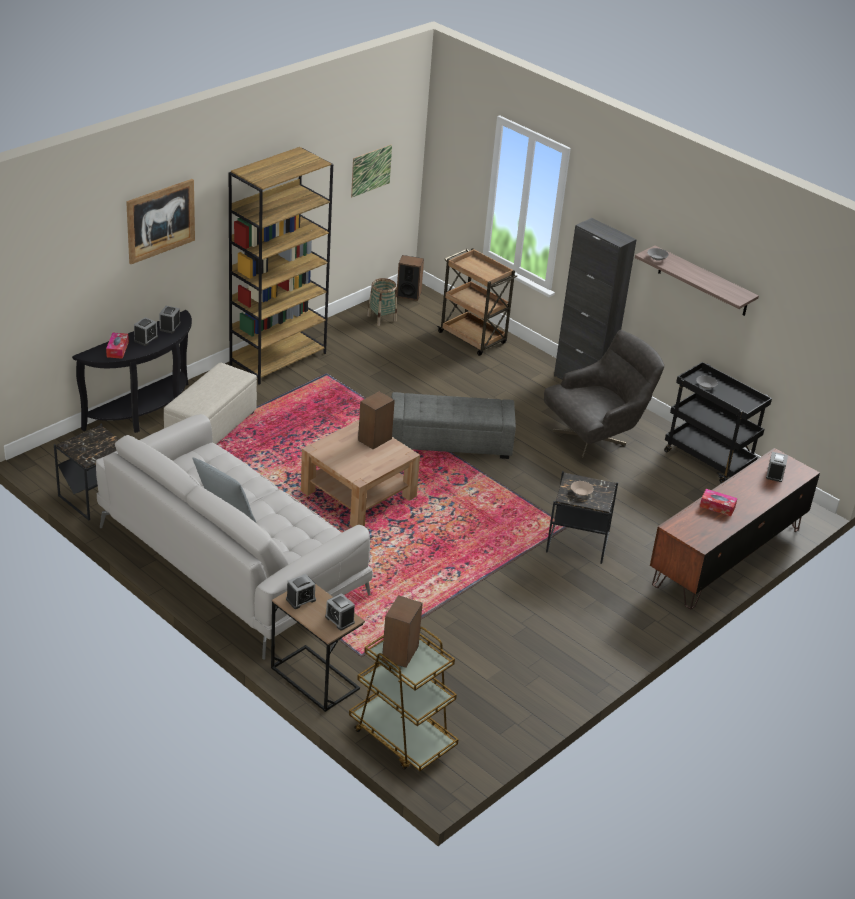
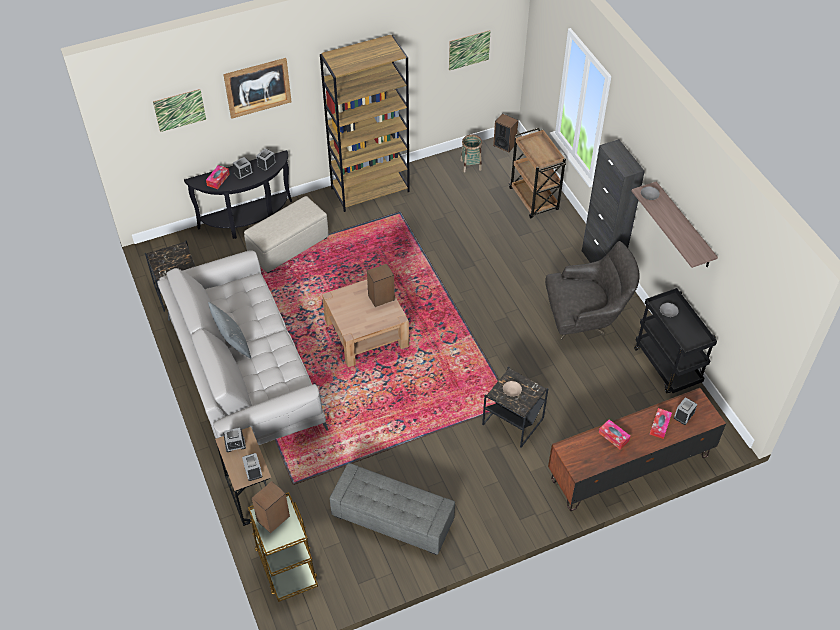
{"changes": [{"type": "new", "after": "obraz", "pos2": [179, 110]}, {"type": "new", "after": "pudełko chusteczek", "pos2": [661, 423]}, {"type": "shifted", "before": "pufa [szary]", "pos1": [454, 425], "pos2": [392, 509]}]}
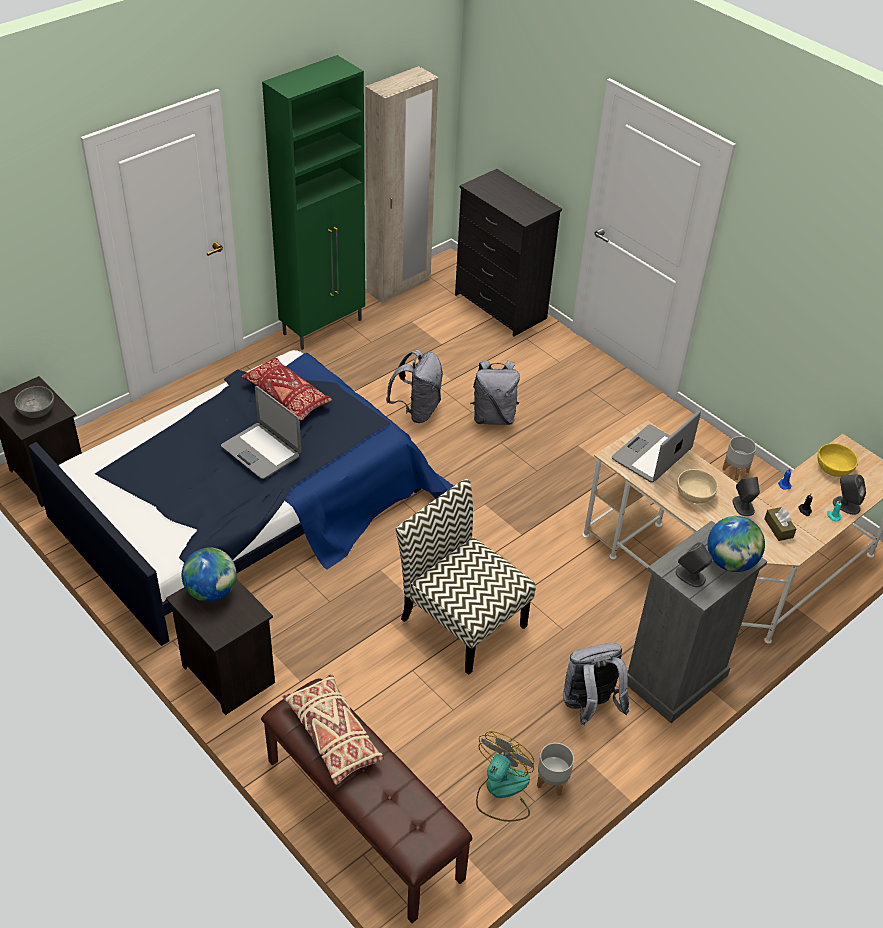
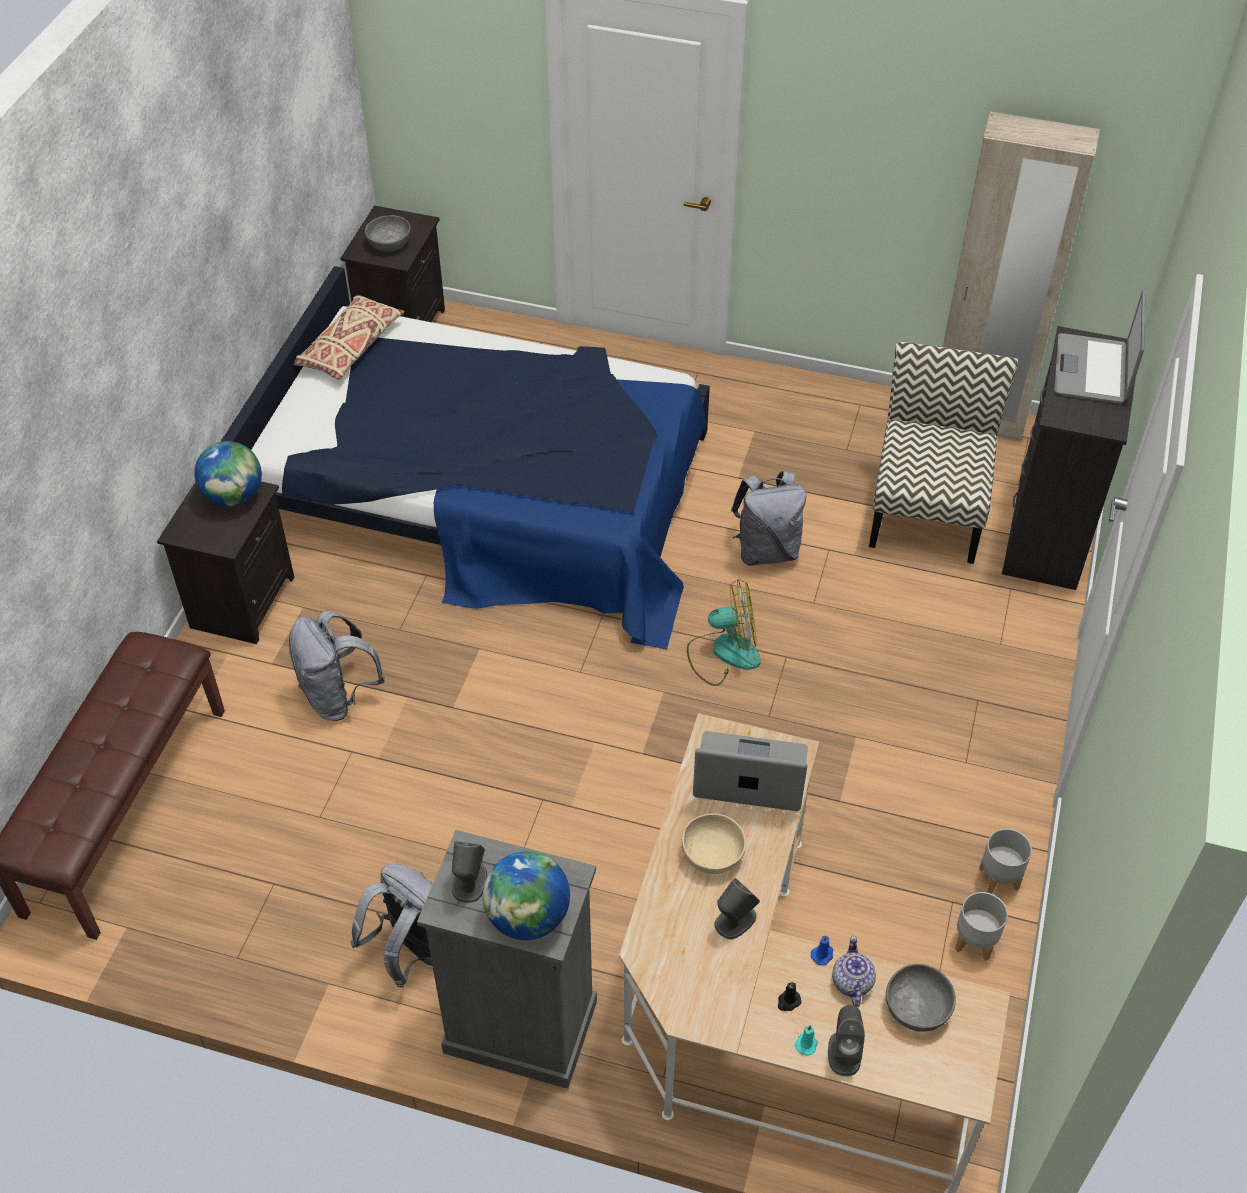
{"changes": [{"type": "gone", "before": "poduszka [czerwony]", "pos1": [287, 389]}, {"type": "gone", "before": "szafka [zielony]", "pos1": [313, 202]}, {"type": "gone", "before": "pudełko chusteczek [brązowy]", "pos1": [780, 524]}, {"type": "new", "after": "imbryk", "pos2": [854, 971]}, {"type": "shifted", "before": "laptop", "pos1": [261, 432], "pos2": [1100, 347]}, {"type": "shifted", "before": "poduszka [beżowy]", "pos1": [333, 729], "pos2": [349, 337]}, {"type": "shifted", "before": "krzesło", "pos1": [466, 577], "pos2": [943, 453]}, {"type": "shifted", "before": "plecak [szary]", "pos1": [495, 392], "pos2": [337, 666]}, {"type": "shifted", "before": "wentylator", "pos1": [505, 776], "pos2": [724, 632]}, {"type": "shifted", "before": "donica [szary]", "pos1": [555, 769], "pos2": [1005, 861]}, {"type": "repainted", "before": "miska [żółty]", "after": "miska [szary]", "pos1": [837, 460], "pos2": [921, 998]}]}
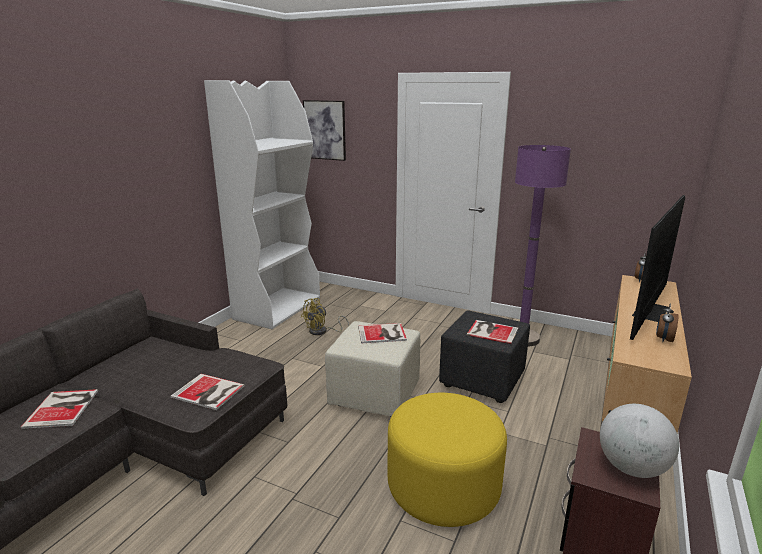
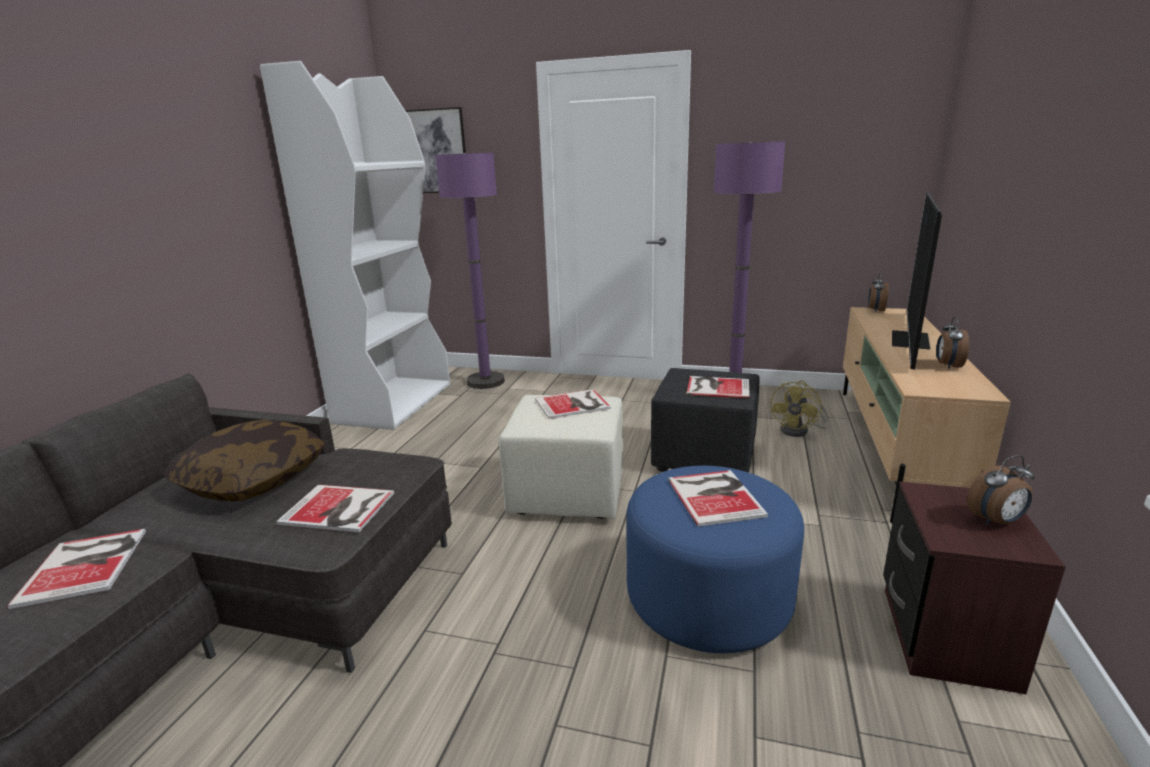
{"changes": [{"type": "new", "after": "poduszka", "pos2": [244, 460]}, {"type": "new", "after": "lampa stojąca [fioletowy]", "pos2": [470, 271]}, {"type": "new", "after": "książka", "pos2": [718, 498]}, {"type": "shifted", "before": "wentylator [żółty]", "pos1": [325, 316], "pos2": [799, 408]}, {"type": "swapped", "before": "globus", "after": "budzik", "pos1": [639, 441], "pos2": [1001, 490]}, {"type": "repainted", "before": "pufa [żółty]", "after": "pufa [niebieski]", "pos1": [447, 460], "pos2": [715, 559]}]}
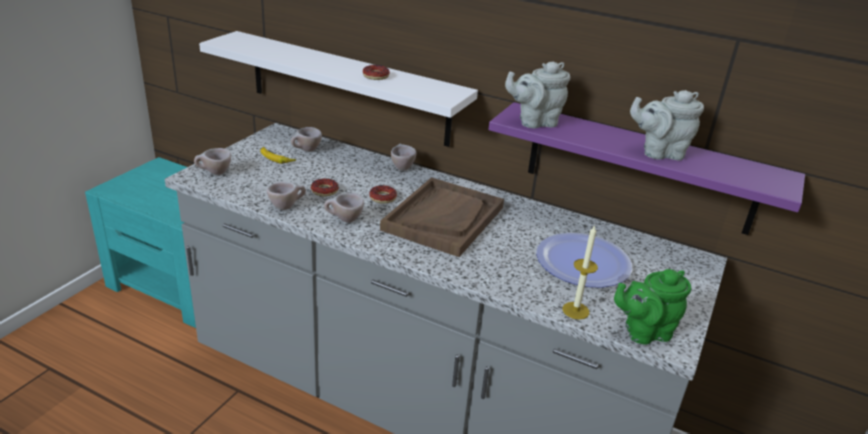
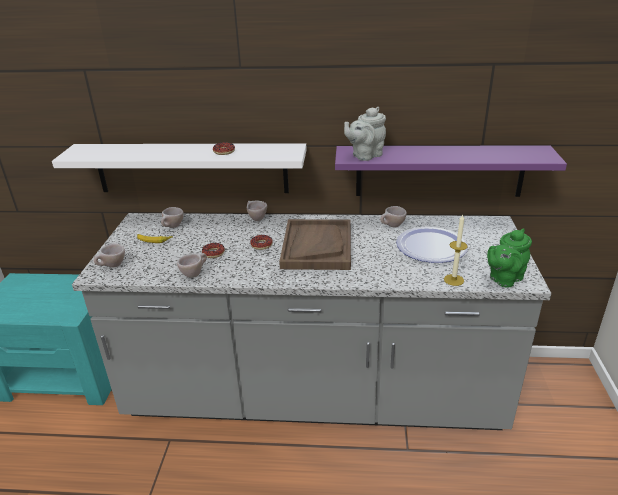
{"changes": [{"type": "gone", "before": "imbryk [szary]", "pos1": [667, 125]}, {"type": "shifted", "before": "filiżanka [beżowy]", "pos1": [344, 208], "pos2": [393, 216]}]}
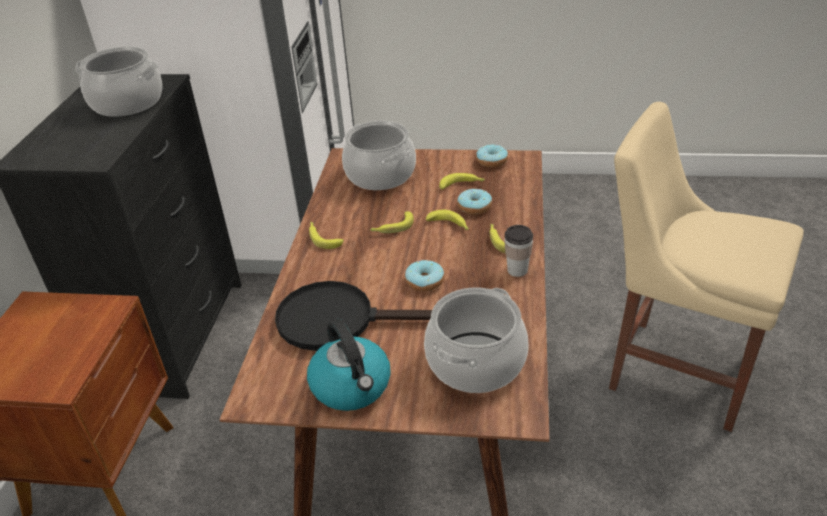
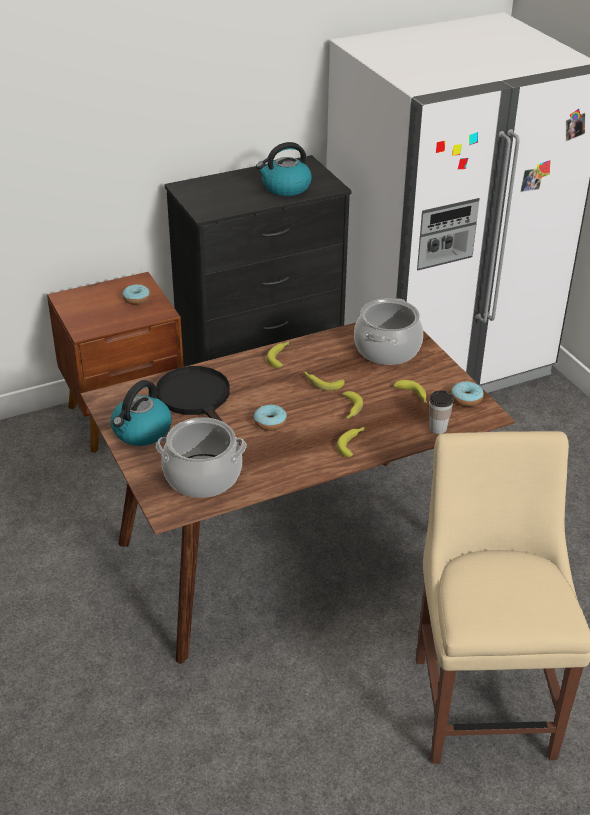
{"changes": [{"type": "shifted", "before": "donut", "pos1": [474, 202], "pos2": [136, 294]}, {"type": "shifted", "before": "filiżanka", "pos1": [518, 251], "pos2": [441, 412]}, {"type": "swapped", "before": "garnek", "after": "czajnik", "pos1": [118, 81], "pos2": [284, 169]}]}
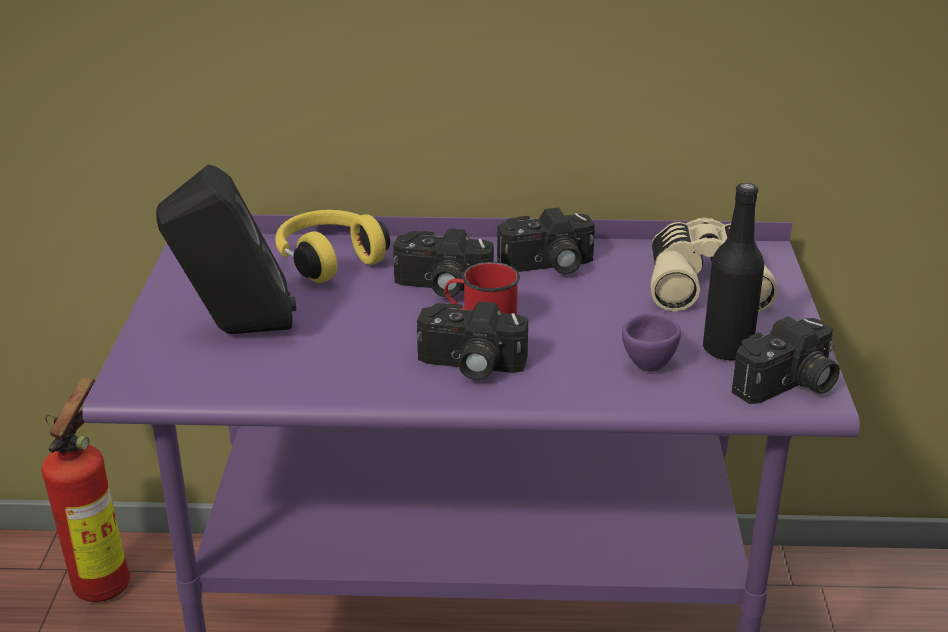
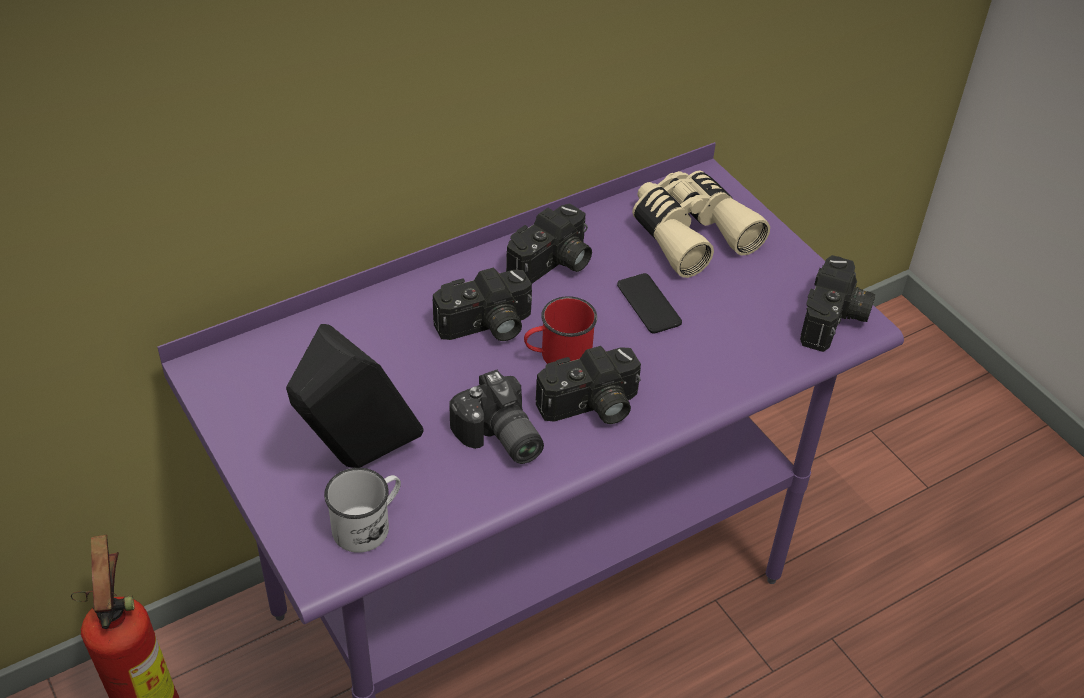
{"changes": [{"type": "gone", "before": "słuchawki [żółty]", "pos1": [332, 246]}, {"type": "gone", "before": "filiżanka [fioletowy]", "pos1": [651, 340]}, {"type": "gone", "before": "butelka [czarny]", "pos1": [733, 272]}, {"type": "new", "after": "kubek [biały]", "pos2": [362, 510]}, {"type": "new", "after": "aparat fotograficzny", "pos2": [496, 416]}, {"type": "new", "after": "telefon", "pos2": [649, 303]}]}
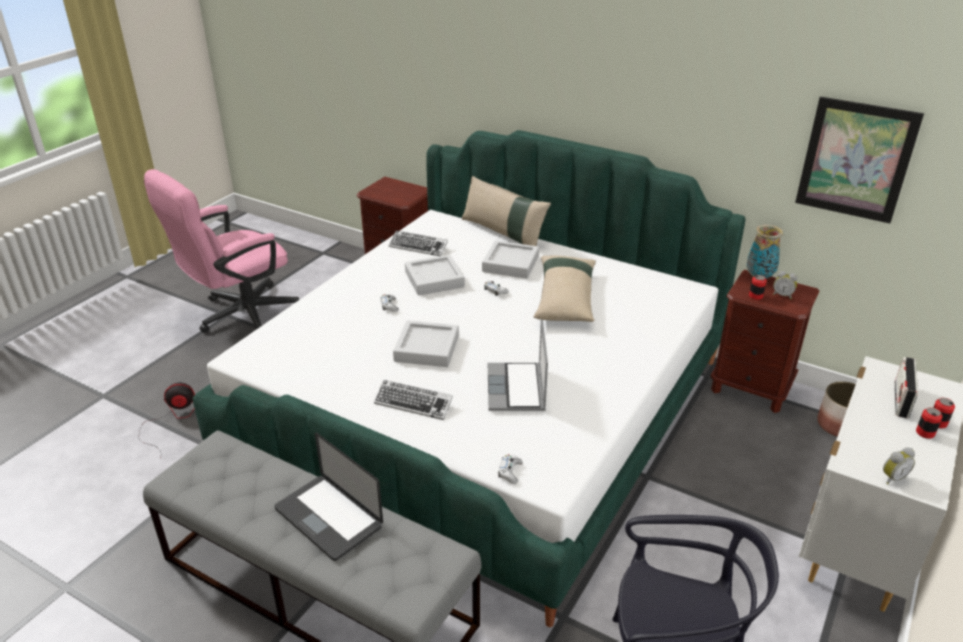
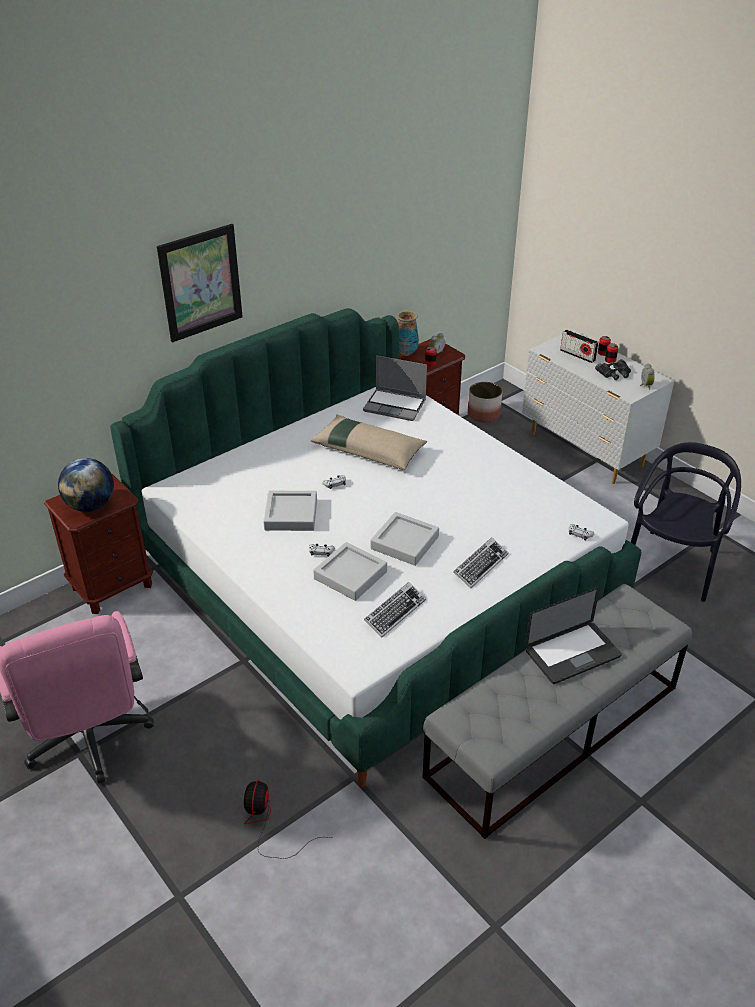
{"changes": [{"type": "gone", "before": "poduszka [beżowy]", "pos1": [506, 211]}, {"type": "new", "after": "globus", "pos2": [86, 485]}, {"type": "new", "after": "lornetka [czarny]", "pos2": [613, 369]}, {"type": "shifted", "before": "klawiatura", "pos1": [418, 243], "pos2": [395, 610]}, {"type": "shifted", "before": "taca [szary]", "pos1": [510, 259], "pos2": [350, 571]}, {"type": "shifted", "before": "laptop", "pos1": [518, 365], "pos2": [395, 388]}, {"type": "shifted", "before": "obraz", "pos1": [859, 159], "pos2": [200, 283]}]}
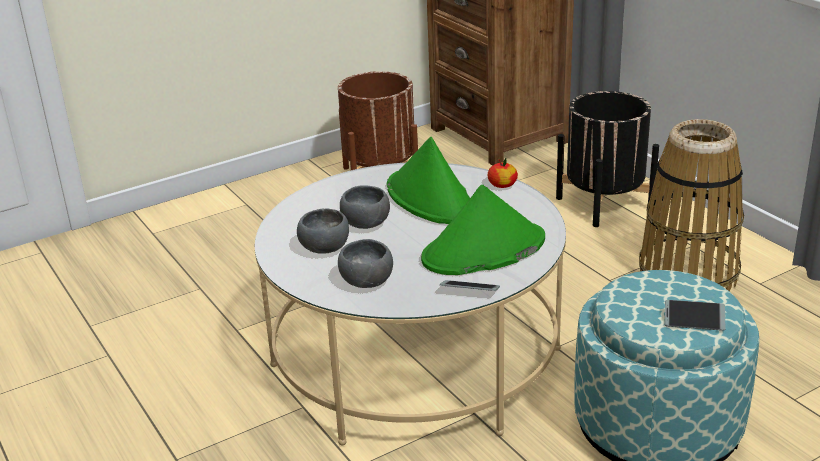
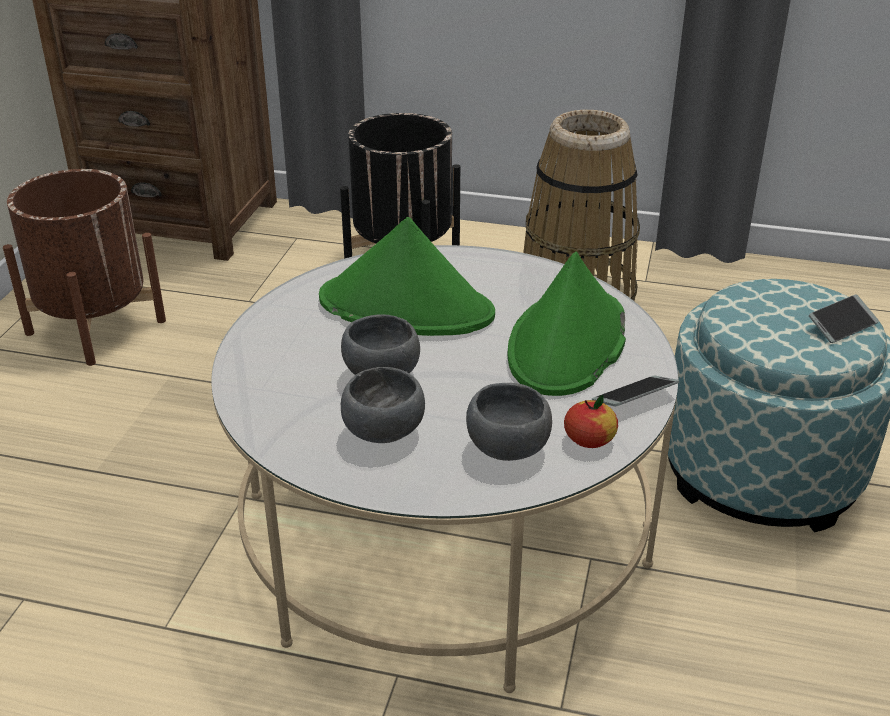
{"changes": [{"type": "shifted", "before": "jabłko", "pos1": [503, 173], "pos2": [591, 421]}]}
